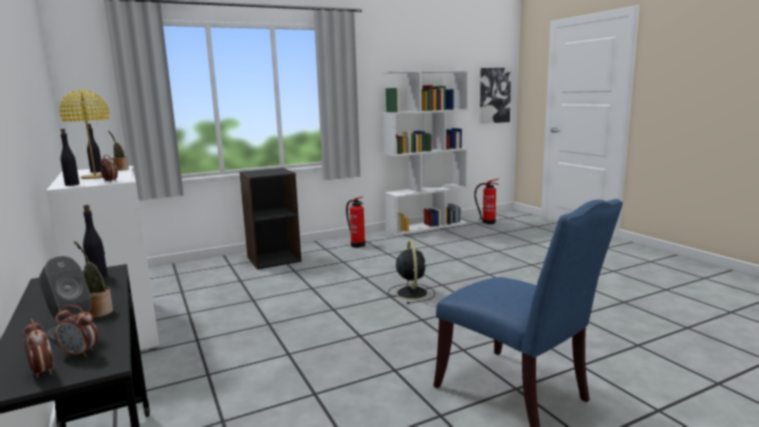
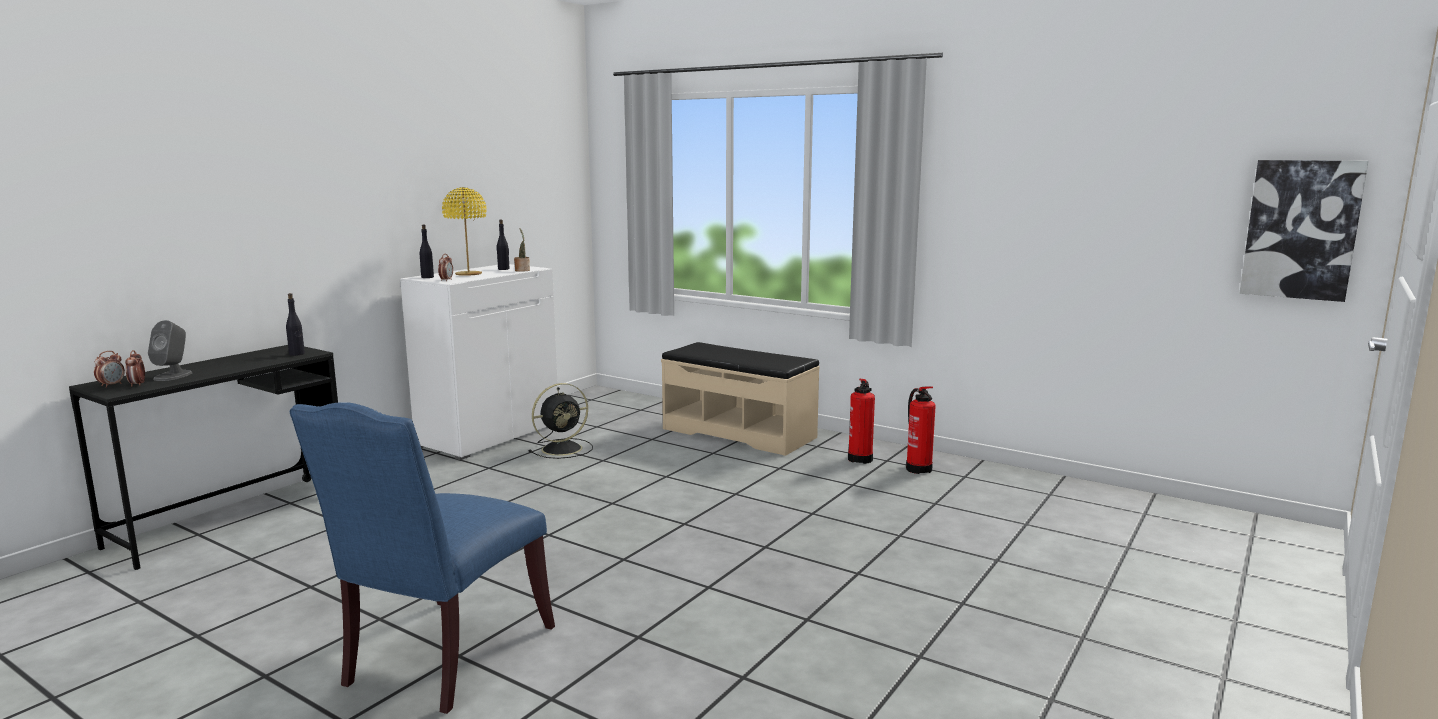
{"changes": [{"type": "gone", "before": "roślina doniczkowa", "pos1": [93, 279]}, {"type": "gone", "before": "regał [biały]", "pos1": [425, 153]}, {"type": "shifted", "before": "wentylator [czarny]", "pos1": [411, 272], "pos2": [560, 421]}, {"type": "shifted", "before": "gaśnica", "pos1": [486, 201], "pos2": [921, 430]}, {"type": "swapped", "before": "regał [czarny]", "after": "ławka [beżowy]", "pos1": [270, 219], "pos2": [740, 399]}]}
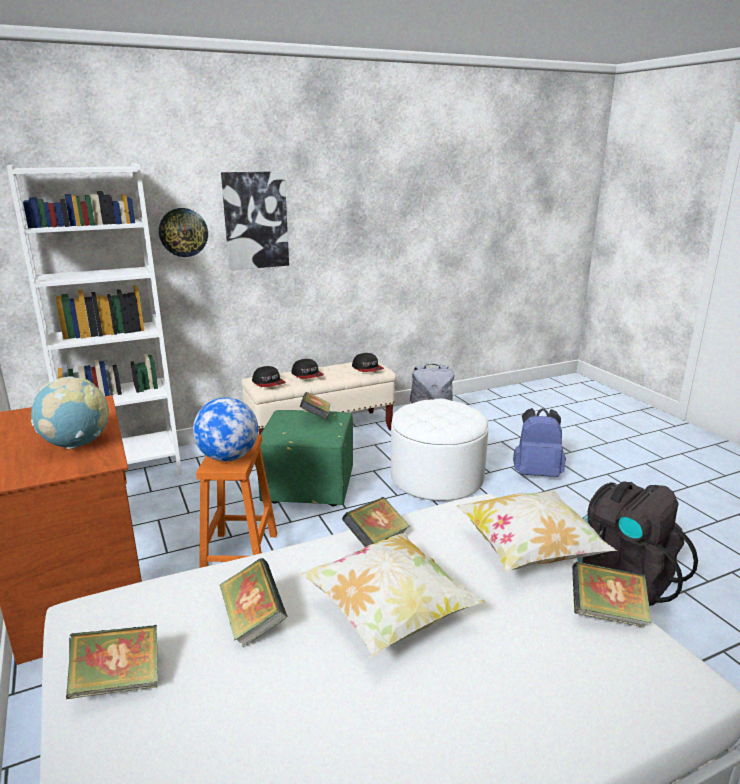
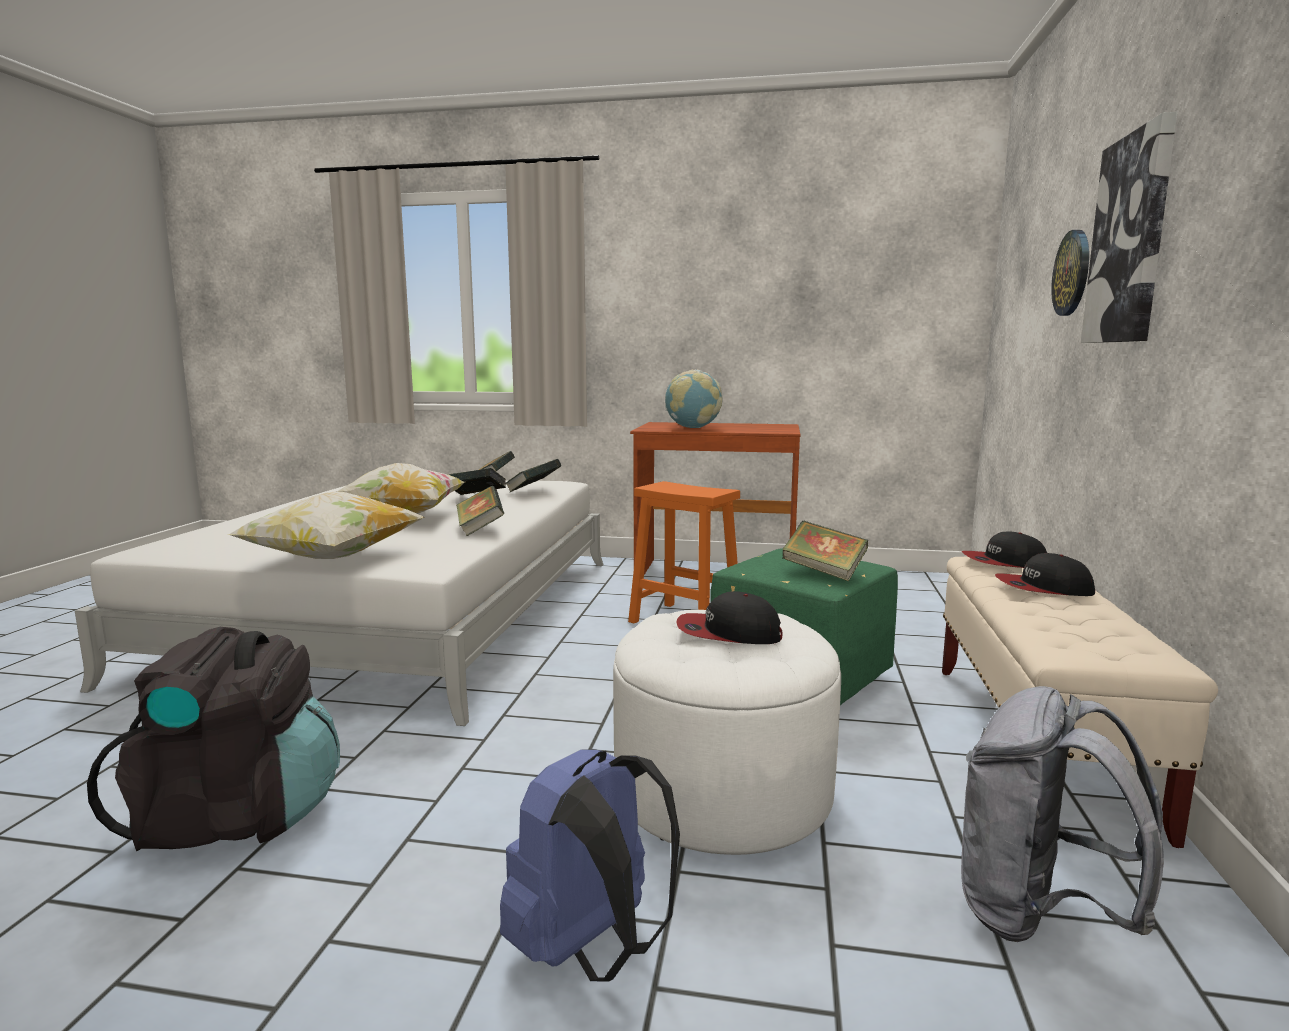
{"changes": [{"type": "gone", "before": "regał [biały]", "pos1": [94, 319]}, {"type": "gone", "before": "globus", "pos1": [225, 429]}, {"type": "shifted", "before": "czapka z daszkiem", "pos1": [368, 362], "pos2": [729, 617]}, {"type": "shifted", "before": "książka", "pos1": [612, 594], "pos2": [534, 475]}]}
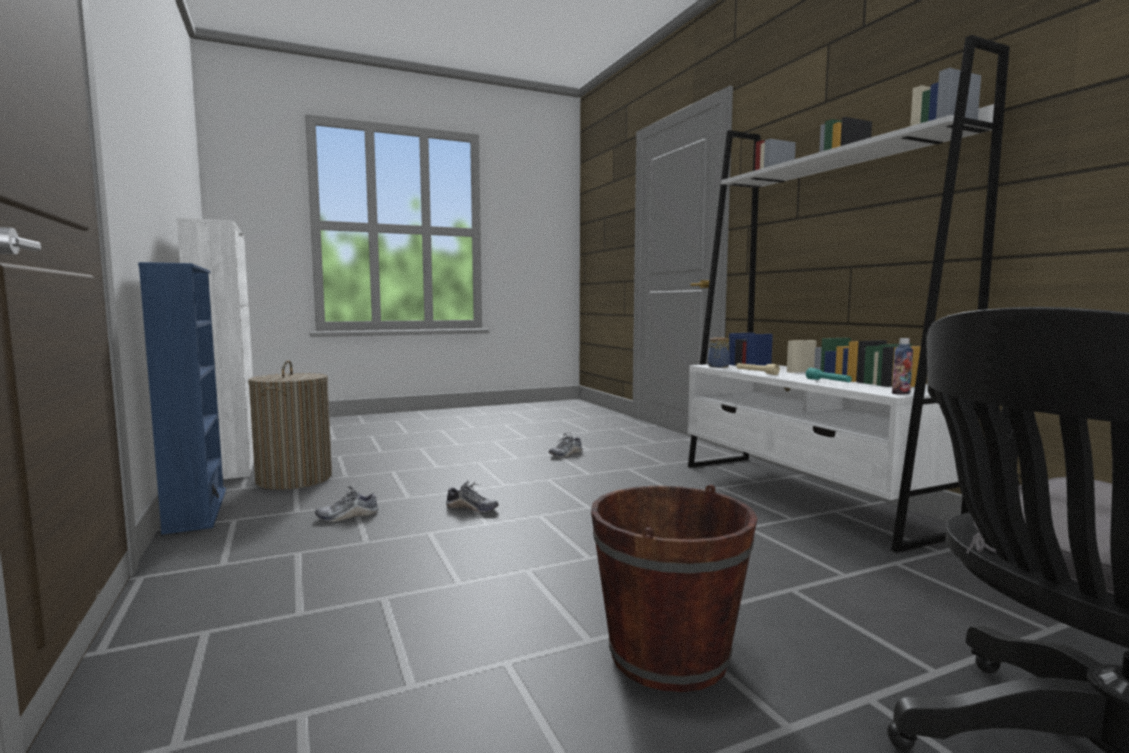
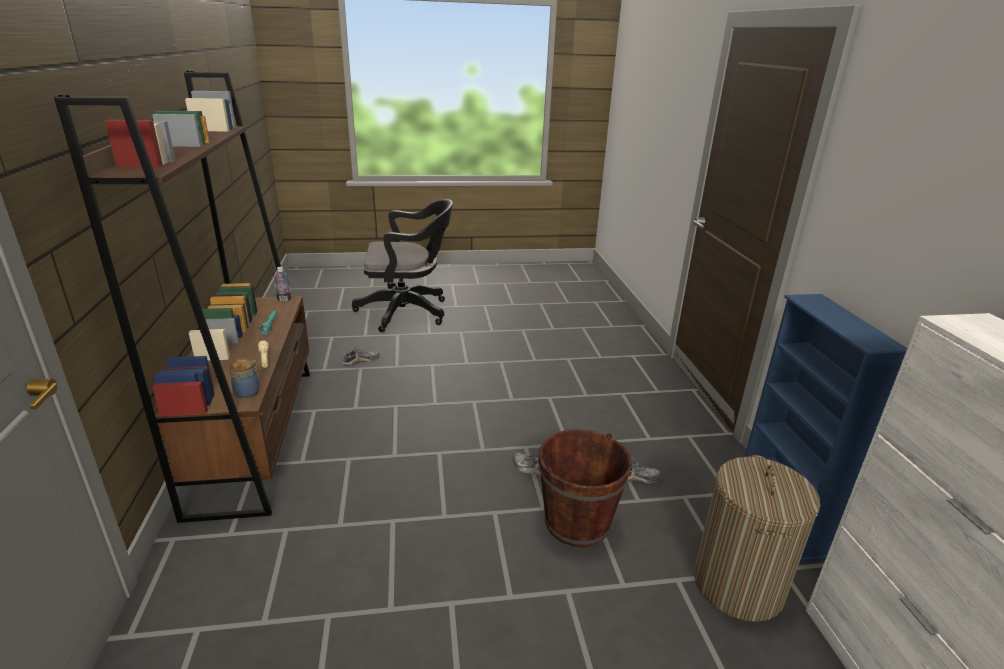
{"changes": [{"type": "shifted", "before": "but", "pos1": [565, 445], "pos2": [361, 355]}, {"type": "shifted", "before": "wiadro [brązowy]", "pos1": [674, 588], "pos2": [585, 488]}, {"type": "repainted", "before": "regał [biały]", "after": "regał [brązowy]", "pos1": [849, 294], "pos2": [182, 297]}]}
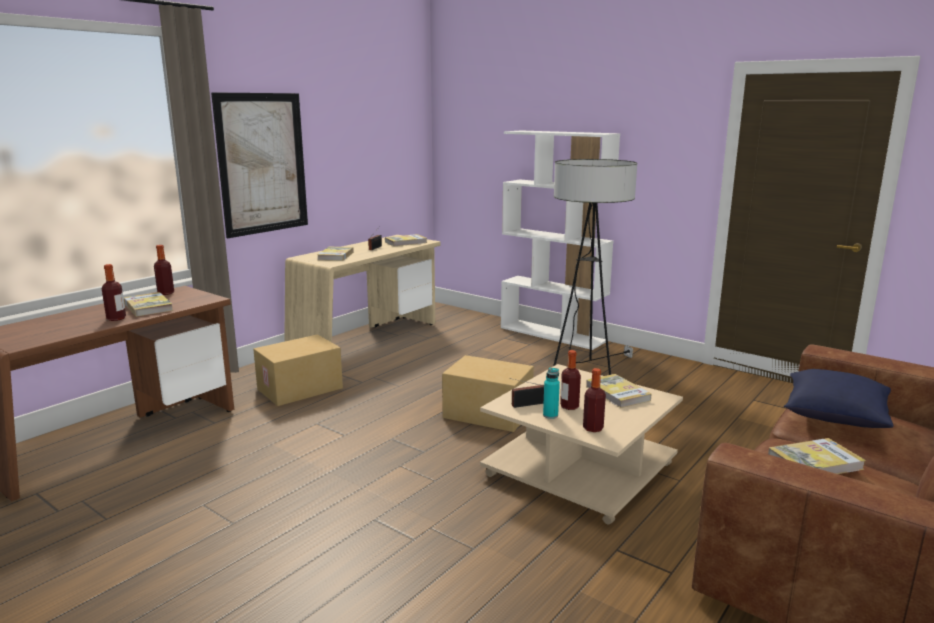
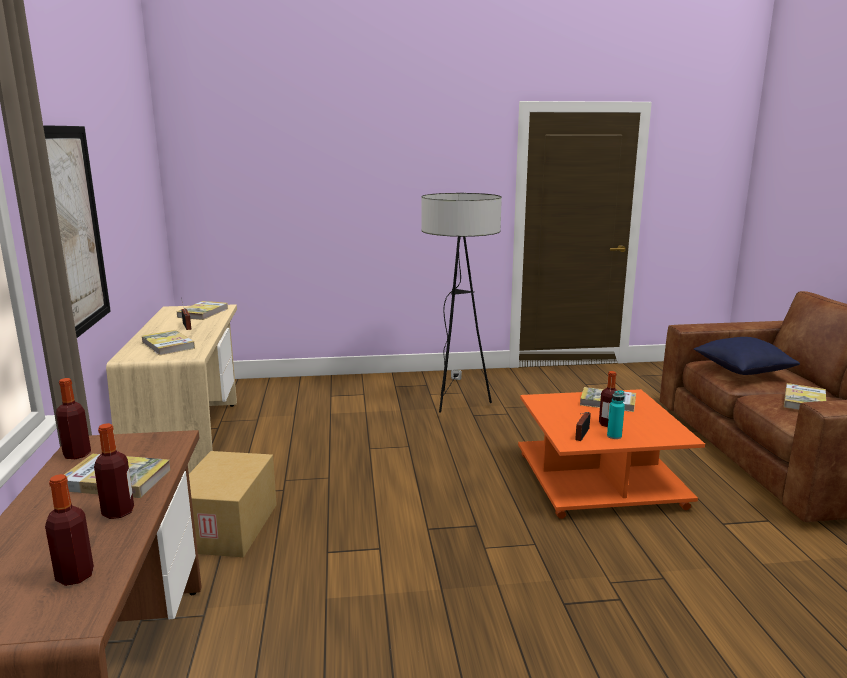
{"changes": [{"type": "gone", "before": "karton", "pos1": [488, 393]}, {"type": "gone", "before": "regał [biały]", "pos1": [560, 240]}, {"type": "shifted", "before": "butelka", "pos1": [594, 400], "pos2": [69, 530]}, {"type": "repainted", "before": "ława [beżowy]", "after": "ława [pomarańczowy]", "pos1": [581, 444], "pos2": [611, 454]}]}
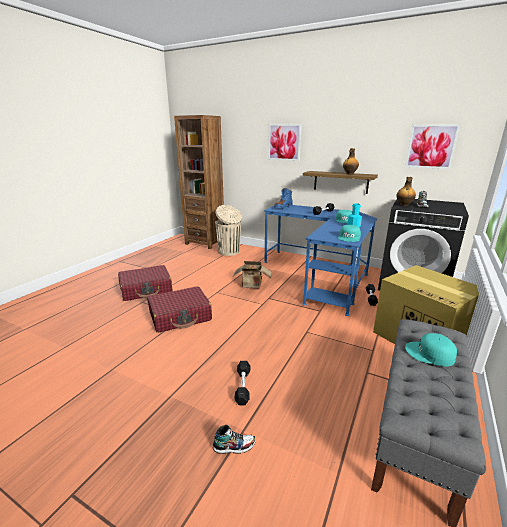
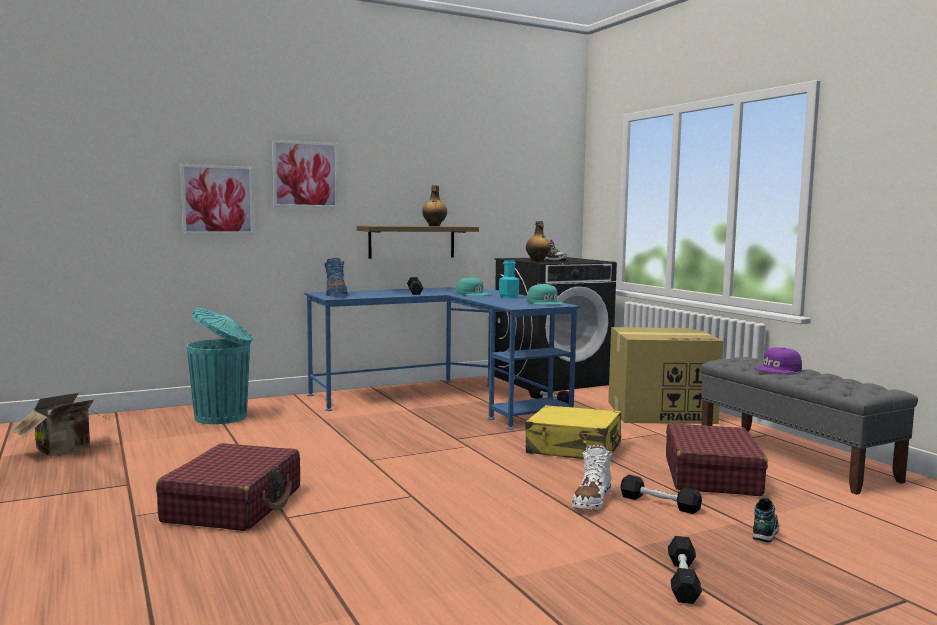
{"changes": [{"type": "gone", "before": "regał [brązowy]", "pos1": [199, 182]}, {"type": "new", "after": "walizka [żółty]", "pos2": [573, 432]}, {"type": "new", "after": "but z cholewką [biały]", "pos2": [592, 477]}, {"type": "new", "after": "hantel [czarny]", "pos2": [685, 570]}, {"type": "shifted", "before": "walizka [czerwony]", "pos1": [179, 309], "pos2": [717, 459]}, {"type": "shifted", "before": "karton", "pos1": [252, 274], "pos2": [61, 424]}, {"type": "shifted", "before": "obraz", "pos1": [432, 146], "pos2": [217, 199]}, {"type": "repainted", "before": "kosz na śmieci [beżowy]", "after": "kosz na śmieci [turkusowy]", "pos1": [228, 230], "pos2": [220, 366]}, {"type": "repainted", "before": "czapka z daszkiem [turkusowy]", "after": "czapka z daszkiem [fioletowy]", "pos1": [431, 350], "pos2": [778, 360]}]}
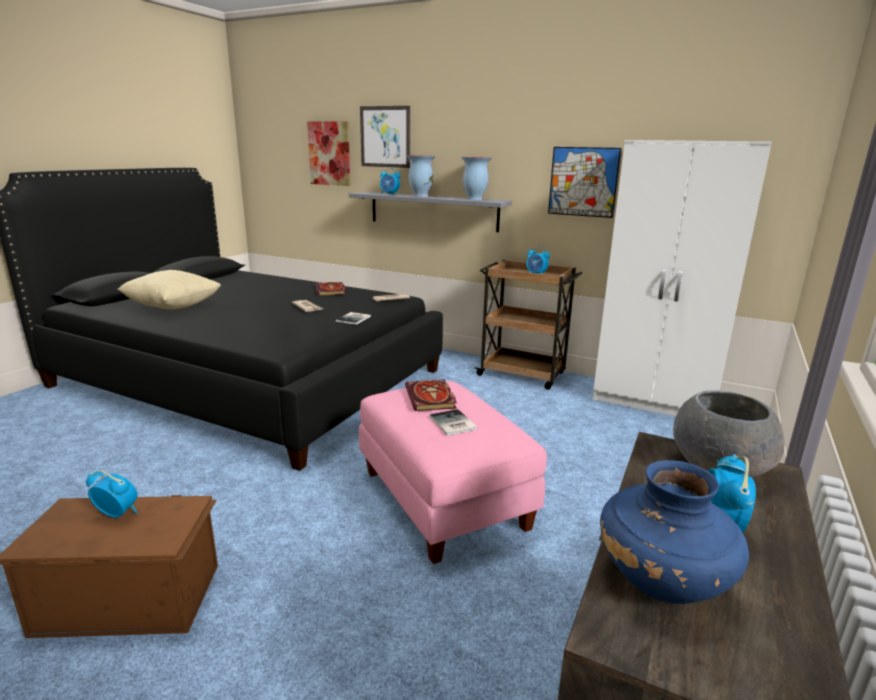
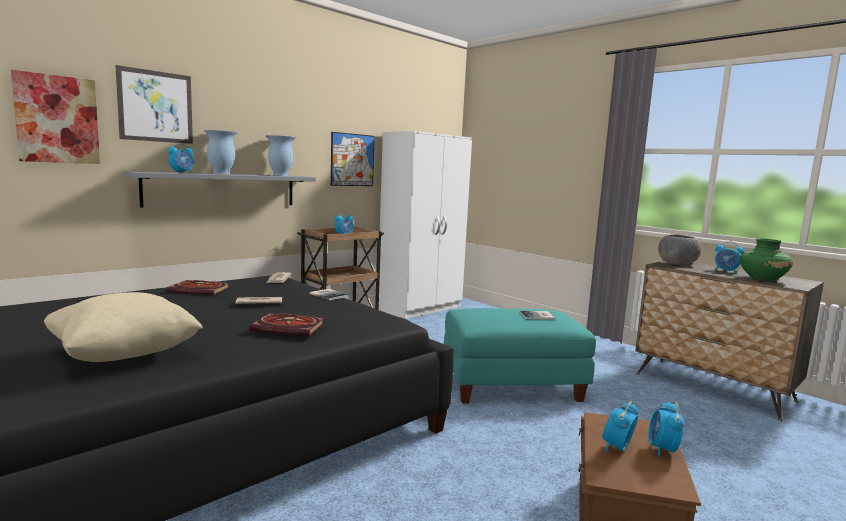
{"changes": [{"type": "new", "after": "budzik", "pos2": [666, 428]}, {"type": "shifted", "before": "książka", "pos1": [431, 395], "pos2": [287, 324]}, {"type": "repainted", "before": "pufa [różowy]", "after": "pufa [turkusowy]", "pos1": [453, 472], "pos2": [520, 356]}, {"type": "repainted", "before": "wazon [niebieski]", "after": "wazon [zielony]", "pos1": [674, 532], "pos2": [766, 259]}]}
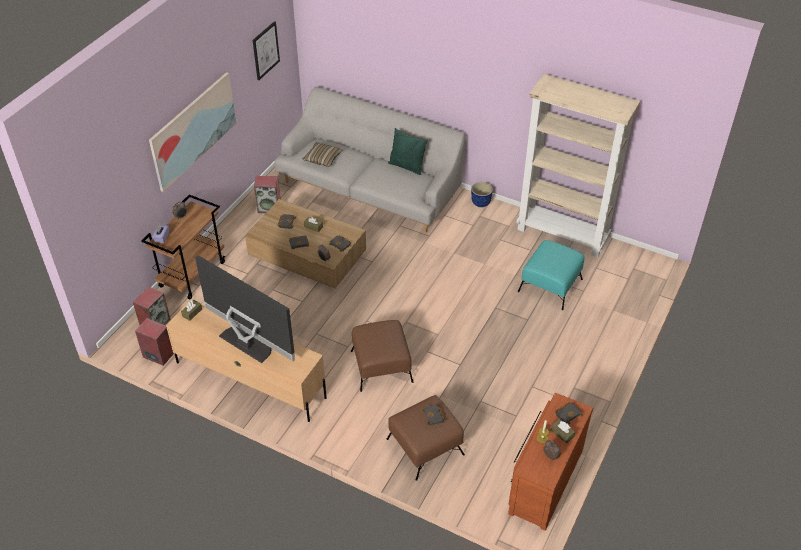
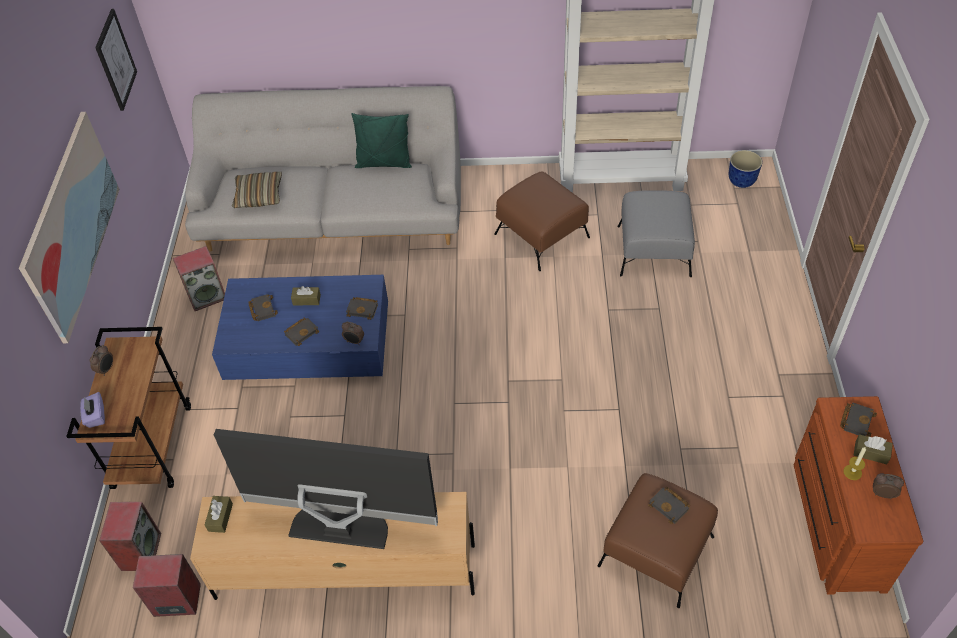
{"changes": [{"type": "shifted", "before": "pufa [brązowy]", "pos1": [382, 356], "pos2": [542, 221]}, {"type": "shifted", "before": "donica", "pos1": [482, 194], "pos2": [745, 169]}, {"type": "repainted", "before": "ława [brązowy]", "after": "ława [niebieski]", "pos1": [305, 243], "pos2": [300, 327]}, {"type": "repainted", "before": "pufa [turkusowy]", "after": "pufa [szary]", "pos1": [551, 275], "pos2": [656, 233]}]}
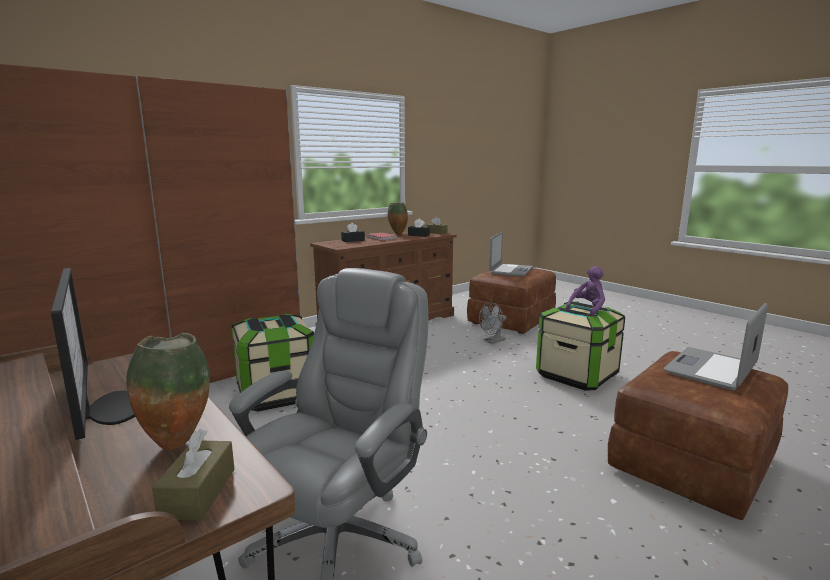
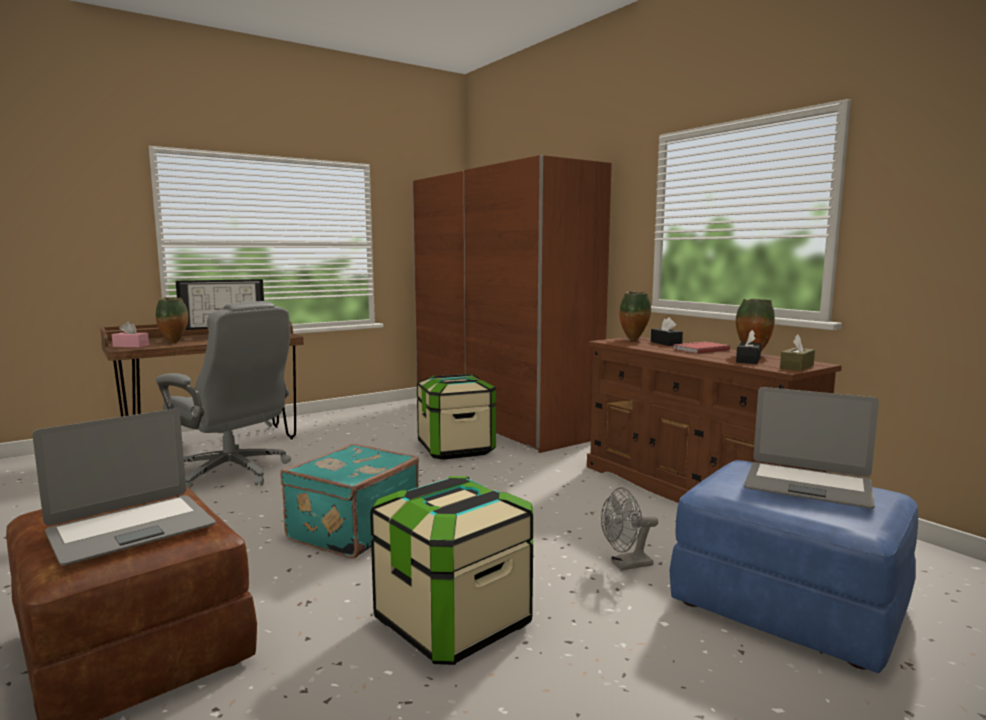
{"changes": [{"type": "gone", "before": "pluszak [fioletowy]", "pos1": [585, 291]}, {"type": "new", "after": "walizka [turkusowy]", "pos2": [349, 501]}, {"type": "new", "after": "wazon", "pos2": [635, 315]}, {"type": "repainted", "before": "pudełko chusteczek [brązowy]", "after": "pudełko chusteczek [różowy]", "pos1": [193, 475], "pos2": [130, 334]}, {"type": "repainted", "before": "pufa [brązowy]", "after": "pufa [niebieski]", "pos1": [511, 301], "pos2": [794, 566]}, {"type": "rotated", "before": "wentylator [szary]", "pos1": [493, 323], "pos2": [629, 529], "turn": -75}, {"type": "rotated", "before": "laptop", "pos1": [716, 346], "pos2": [124, 487], "turn": 90}]}
